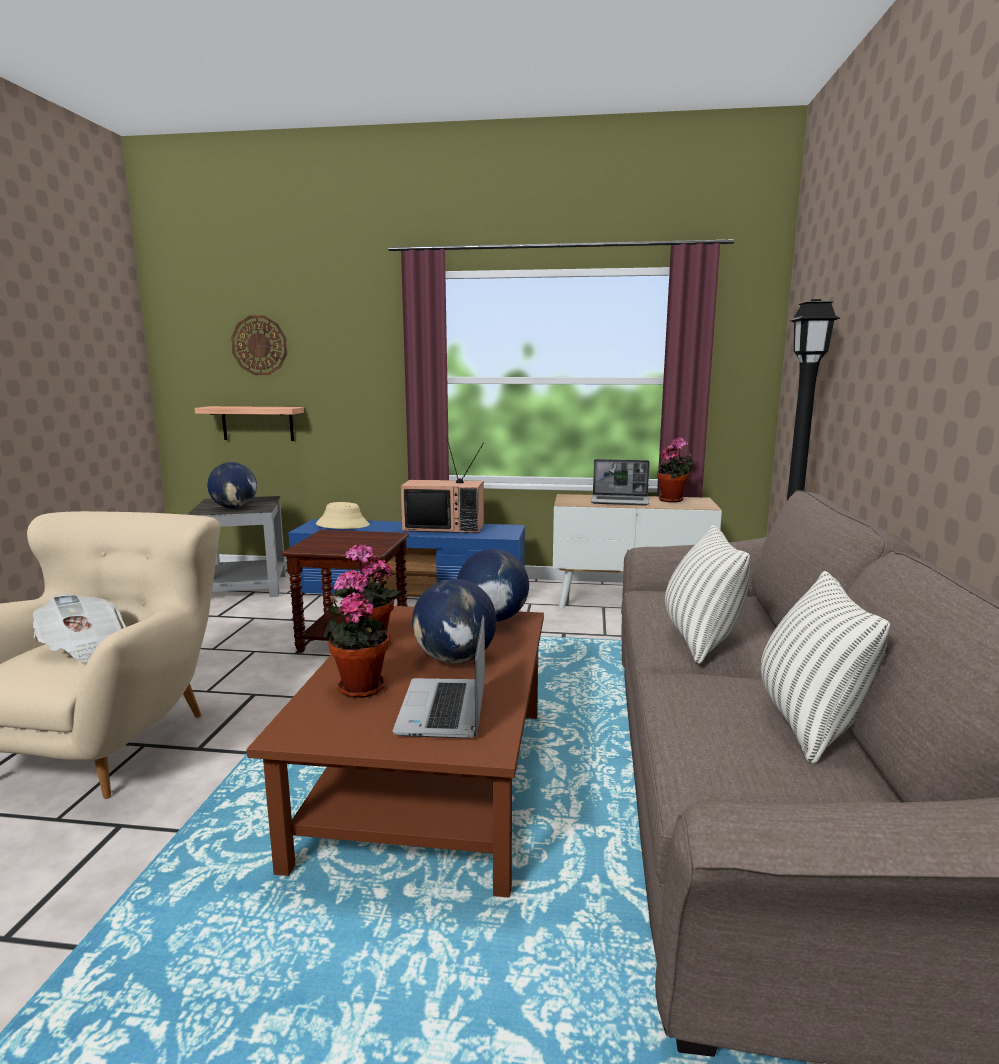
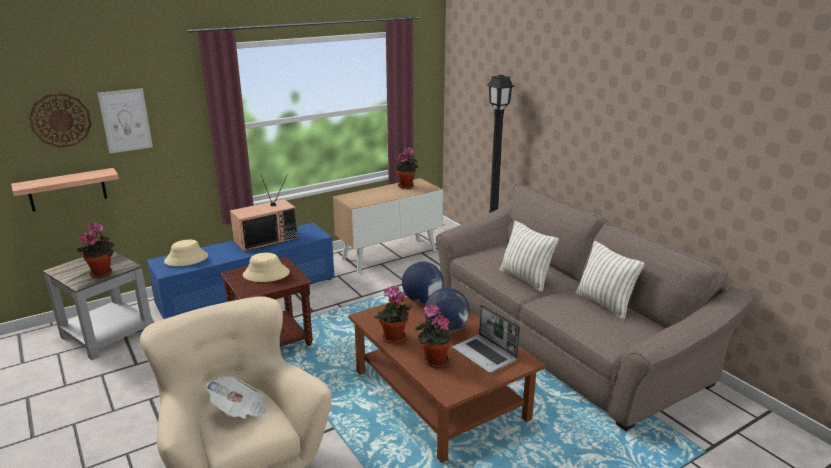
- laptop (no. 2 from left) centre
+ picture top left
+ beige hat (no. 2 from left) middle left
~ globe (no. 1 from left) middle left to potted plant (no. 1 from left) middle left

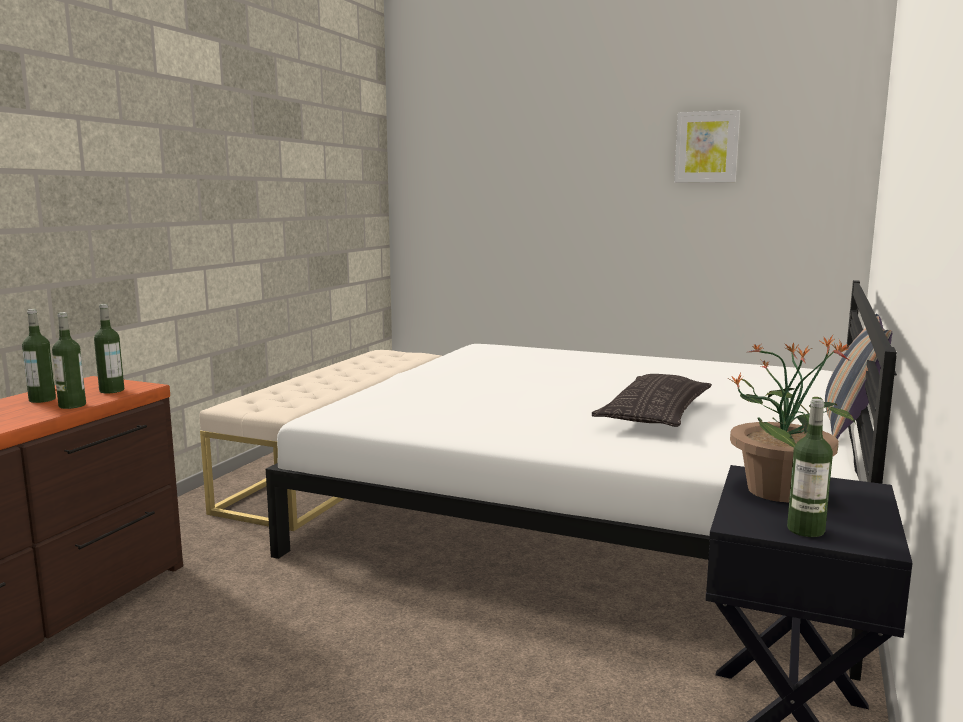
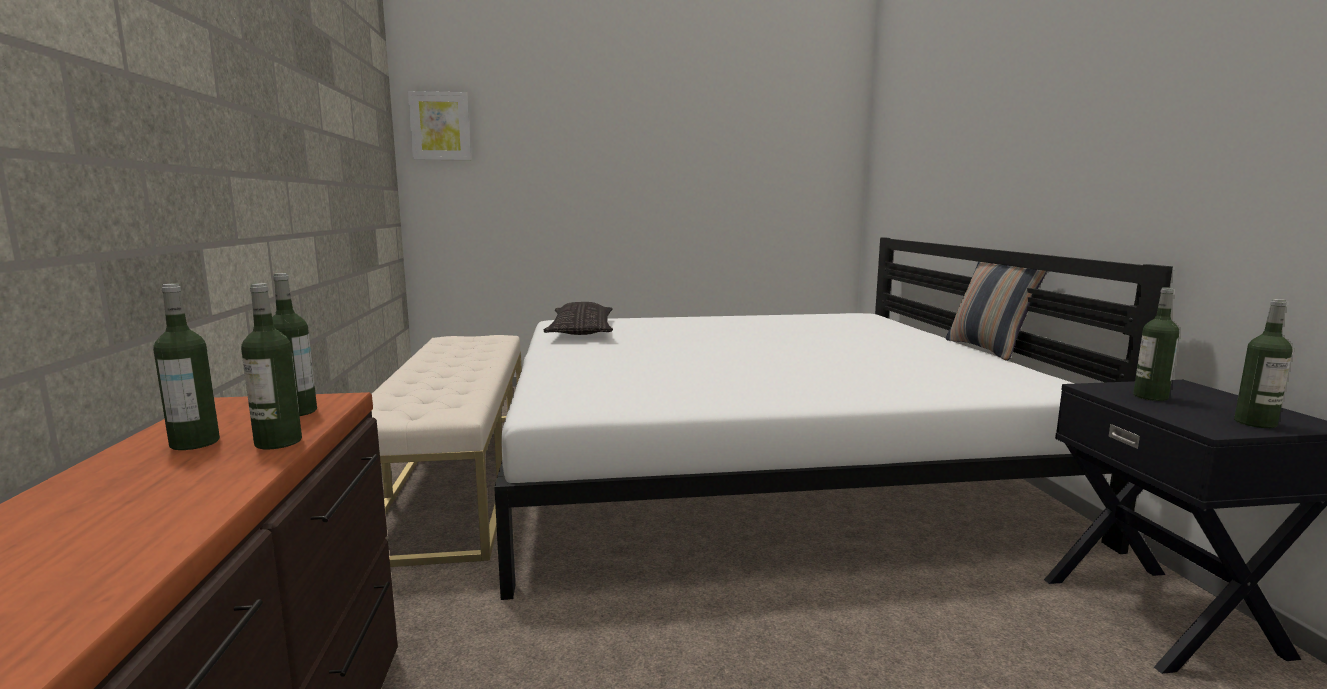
~ pillow (no. 1 from left) middle right to centre
~ picture top right to top left
~ potted plant middle right to bottle (no. 4 from left) middle right

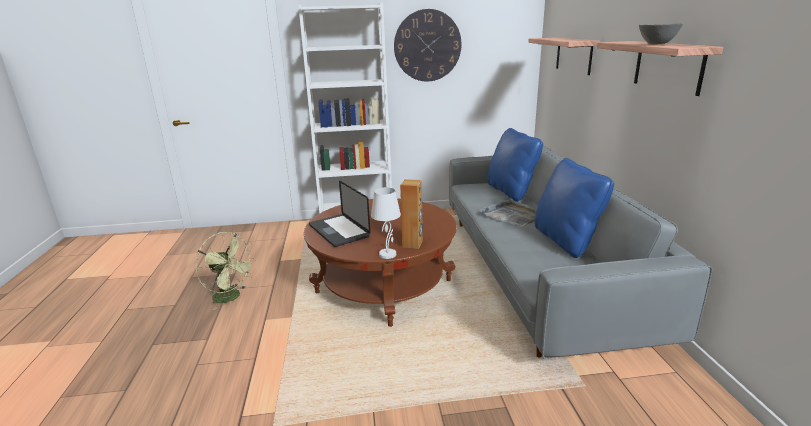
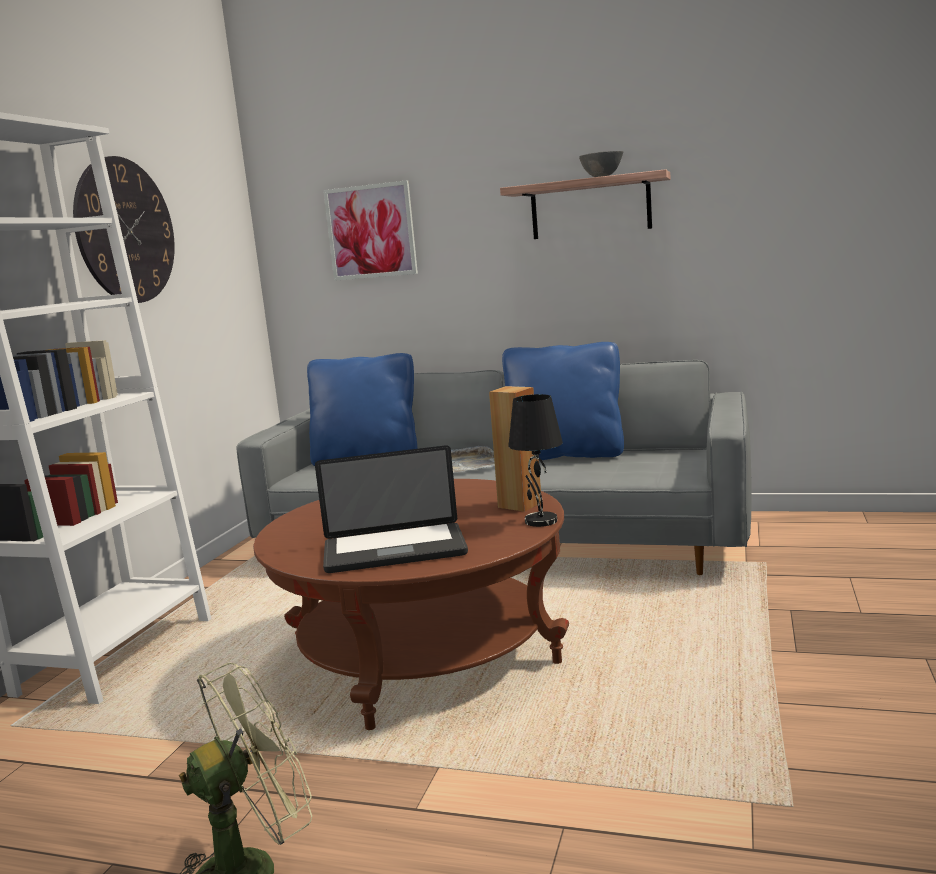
~ shelf (no. 1 from left) top right to picture top centre
~ white table lamp centre to black table lamp centre

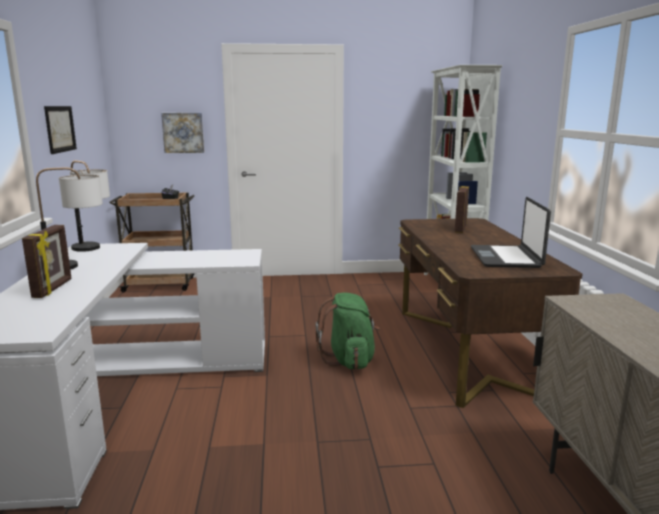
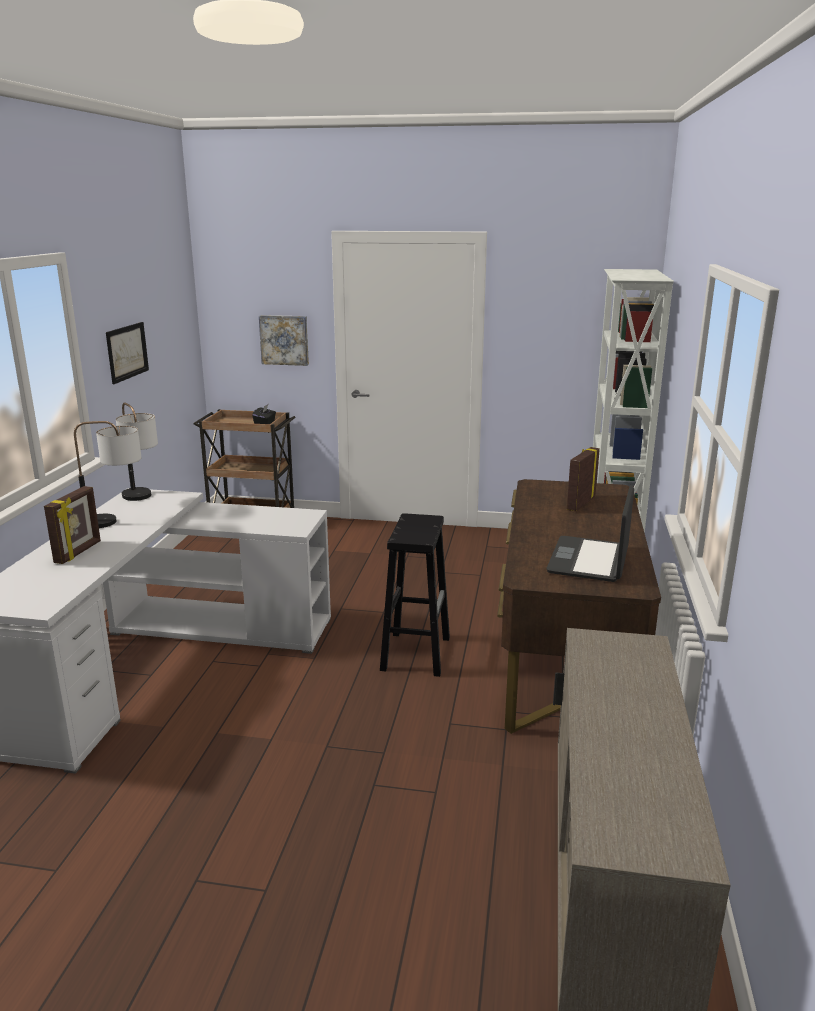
~ green backpack centre to black stool centre

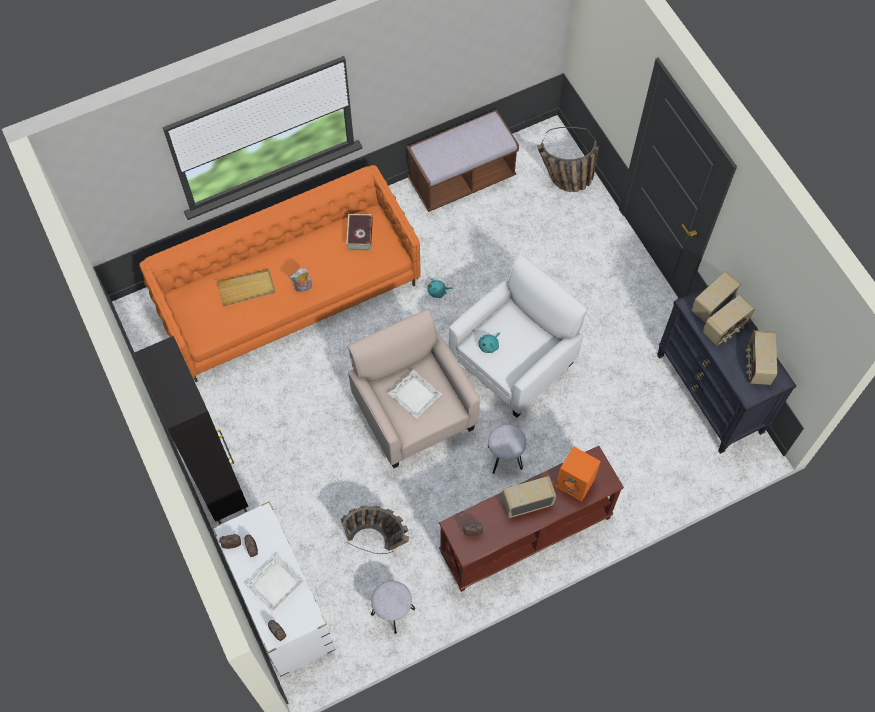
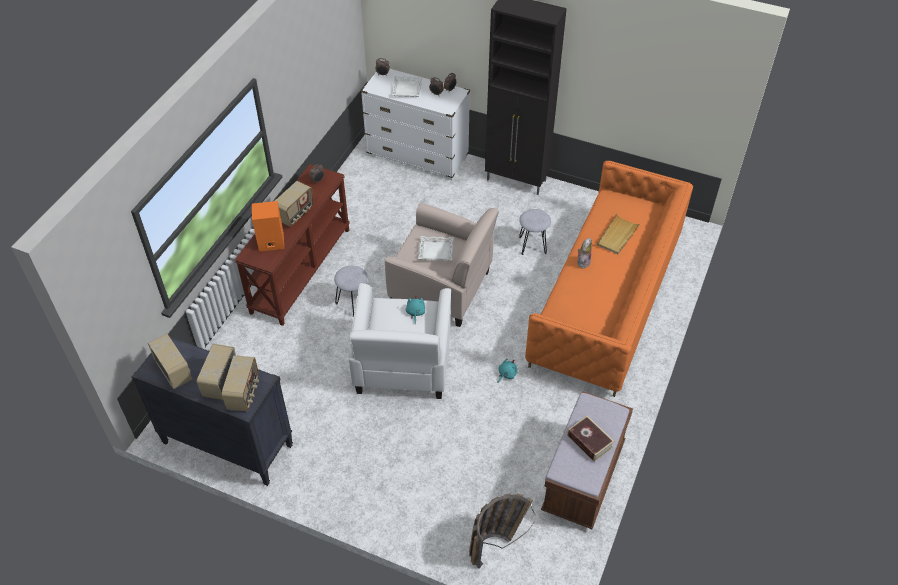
- basket (no. 1 from left) bottom centre
~ book top centre to bottom centre
~ grey stool (no. 1 from left in the first image) bottom centre to grey stool (no. 2 from left) centre

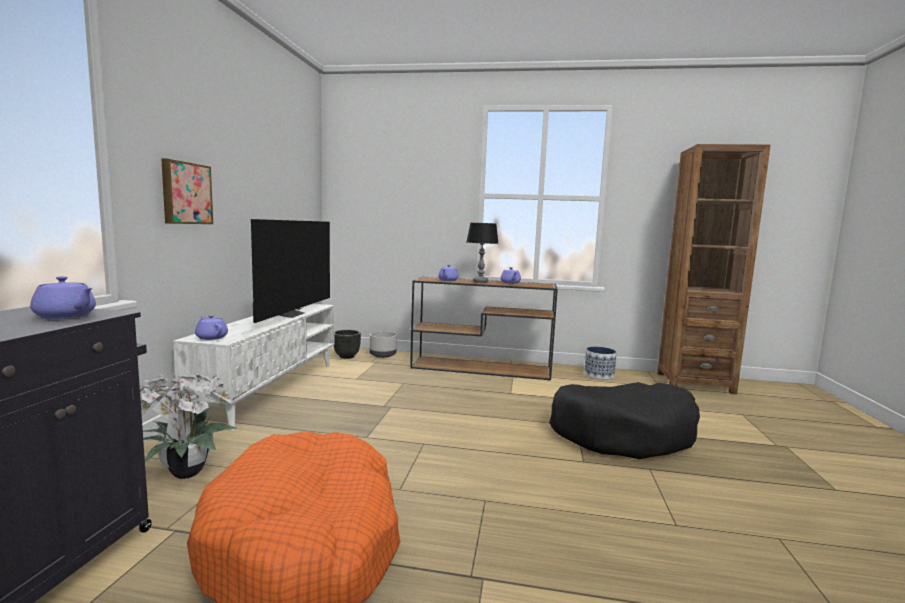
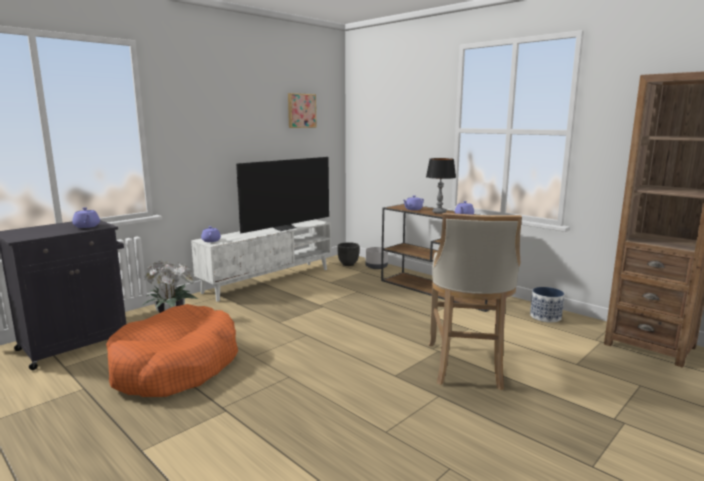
~ picture top left to top centre
~ black dog bed bottom right to beige stool middle right

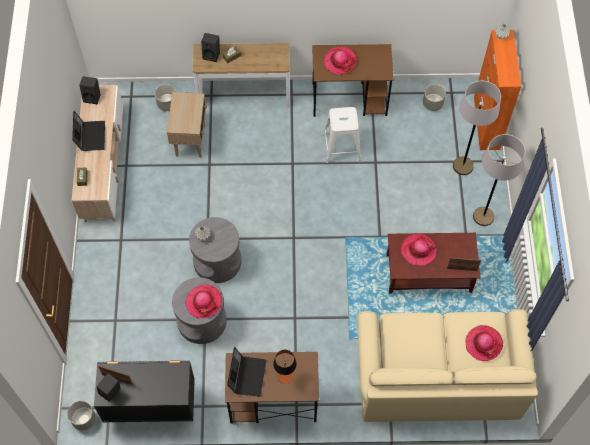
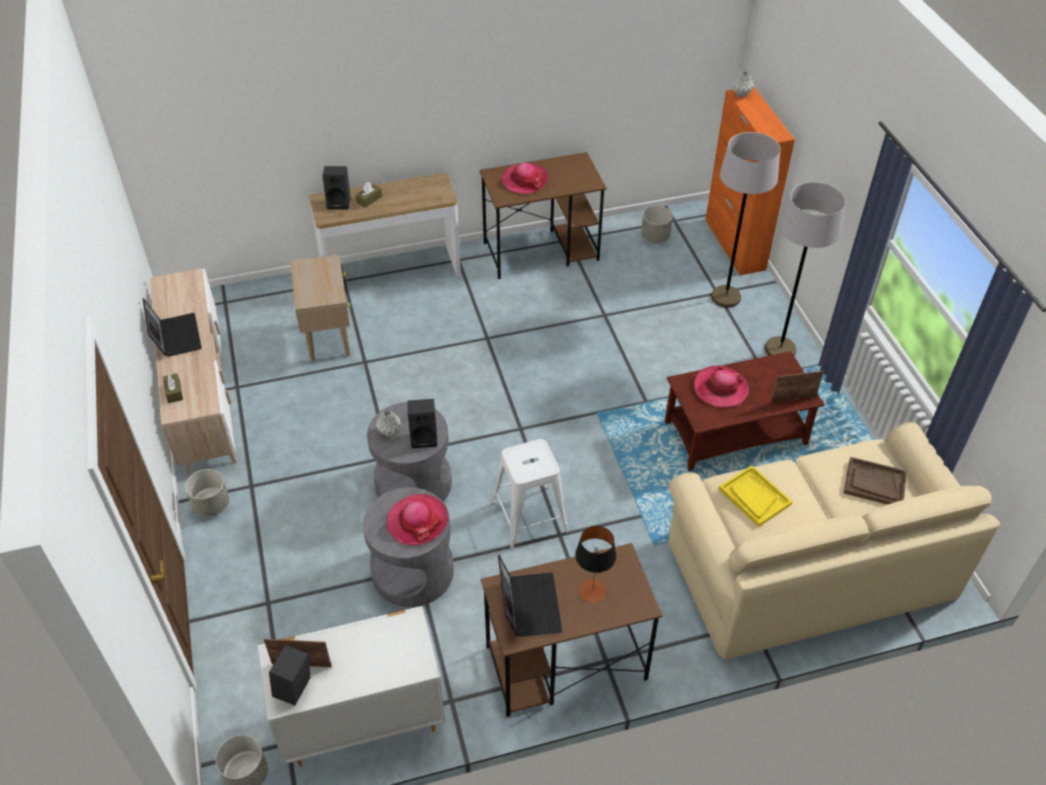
+ yellow tray middle right
~ black speaker (no. 1 from left in the first image) top left to black speaker (no. 3 from left) centre
~ grey planter (no. 2 from left in the first image) top left to grey planter (no. 1 from left) middle left
~ white stool top centre to centre
~ hat (no. 4 from left) bottom right to brown tray middle right
~ black dresser bottom left to white dresser bottom centre

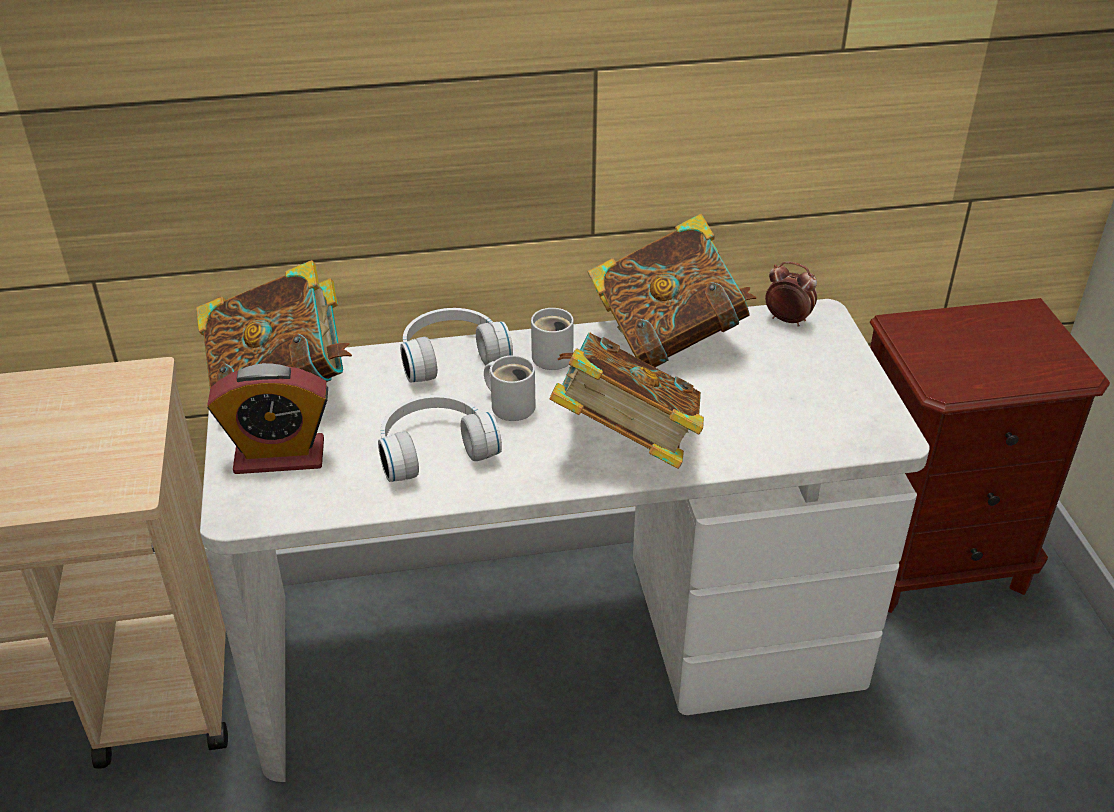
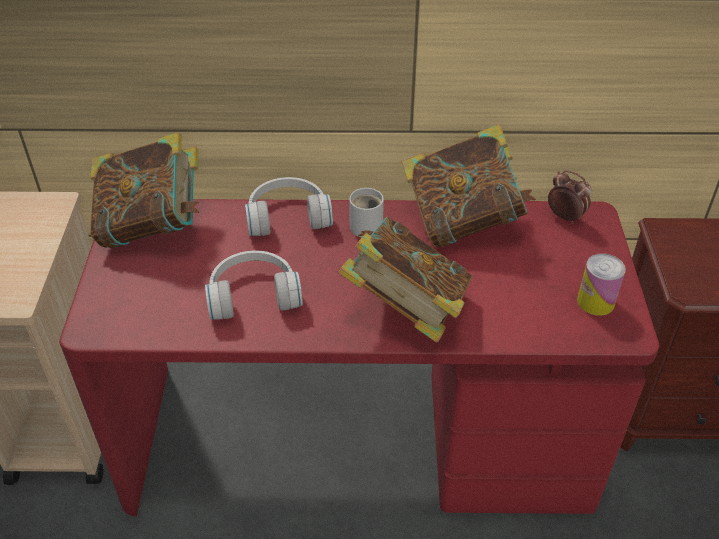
- alarm clock (no. 1 from left) middle left
- white mug (no. 1 from left) centre
+ can middle right
~ white desk centre to red desk centre

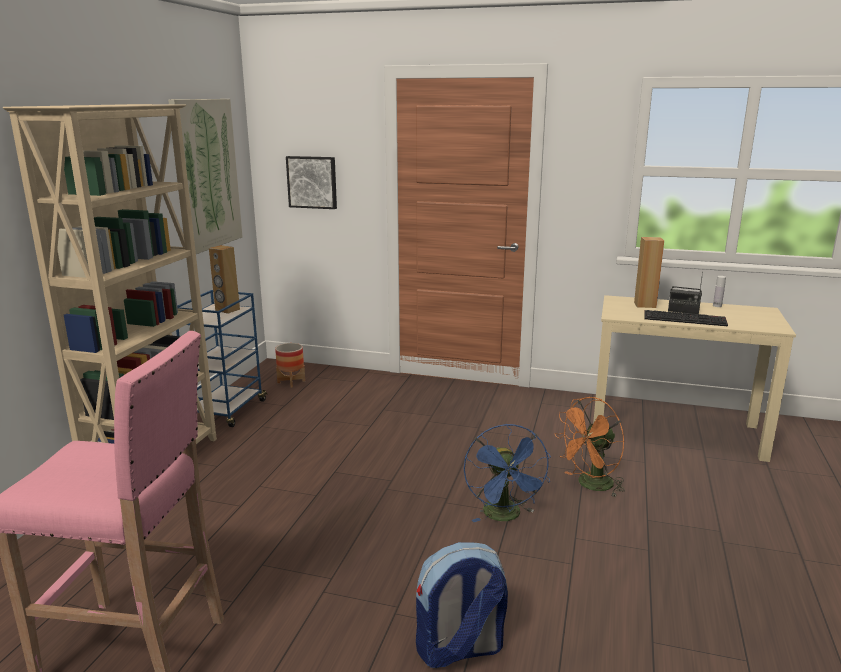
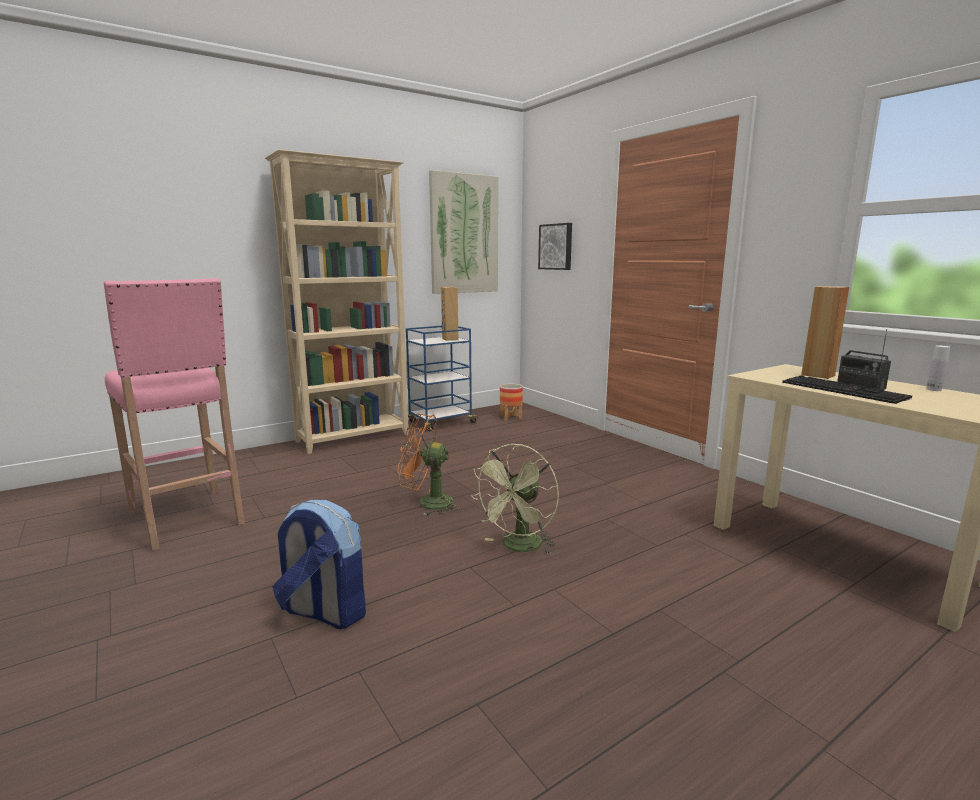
~ orange fan middle right to centre
~ blue fan bottom centre to green fan centre

